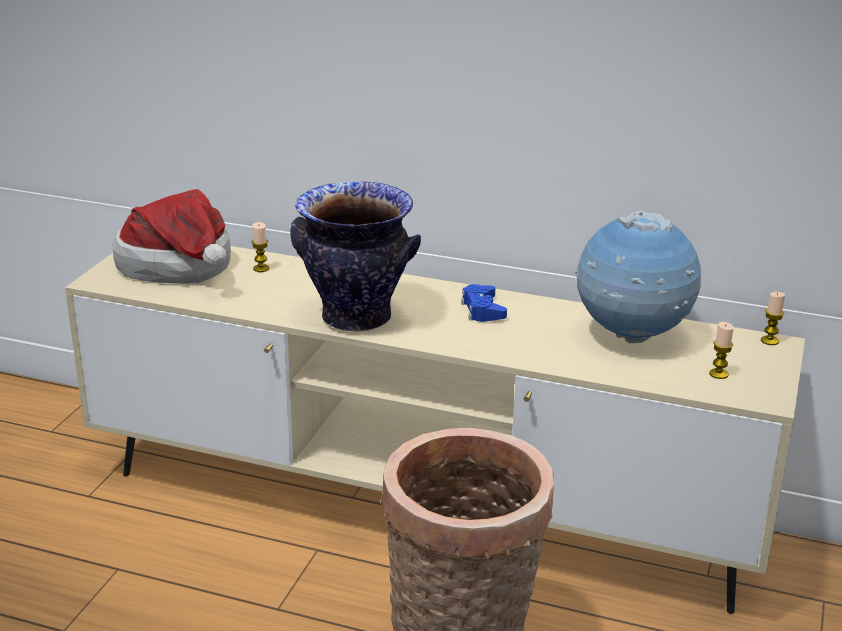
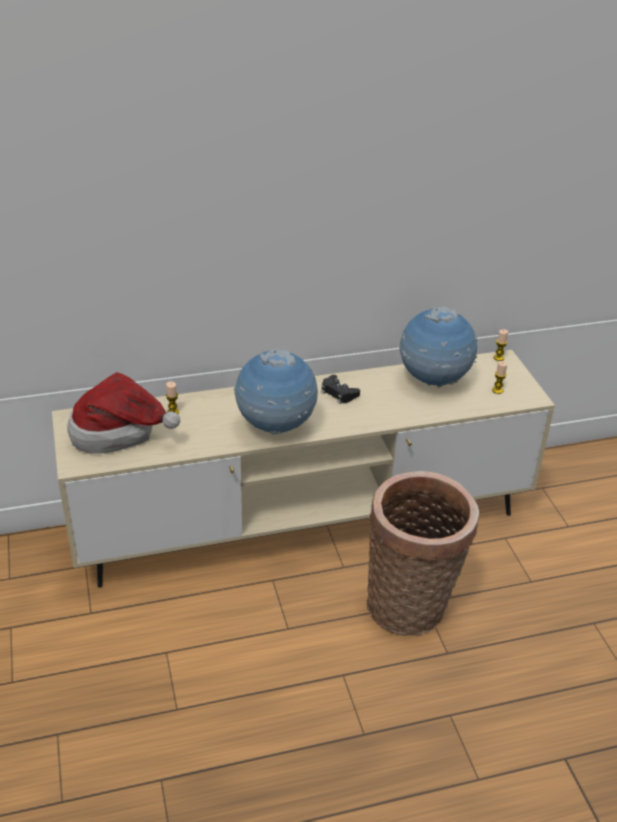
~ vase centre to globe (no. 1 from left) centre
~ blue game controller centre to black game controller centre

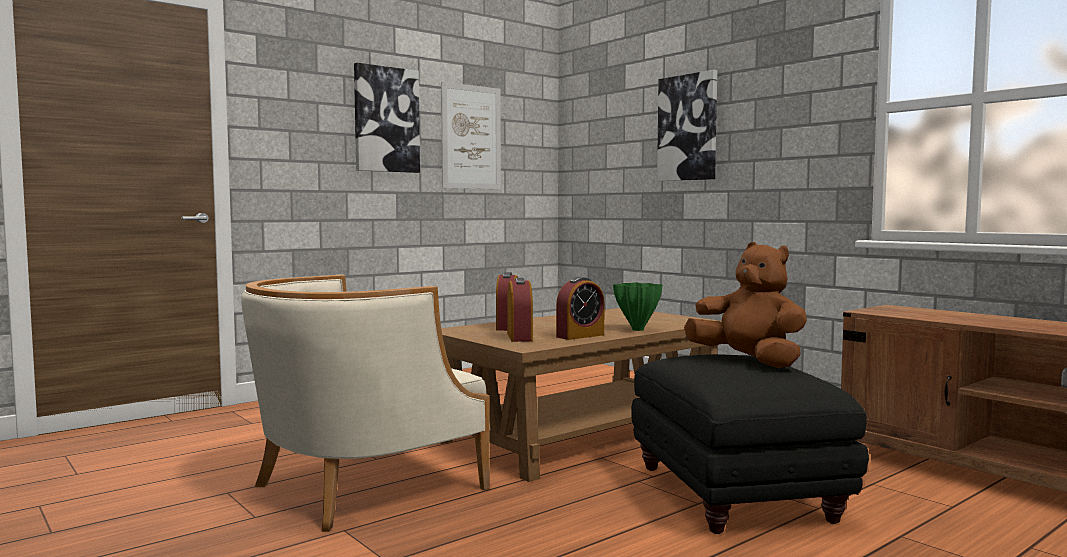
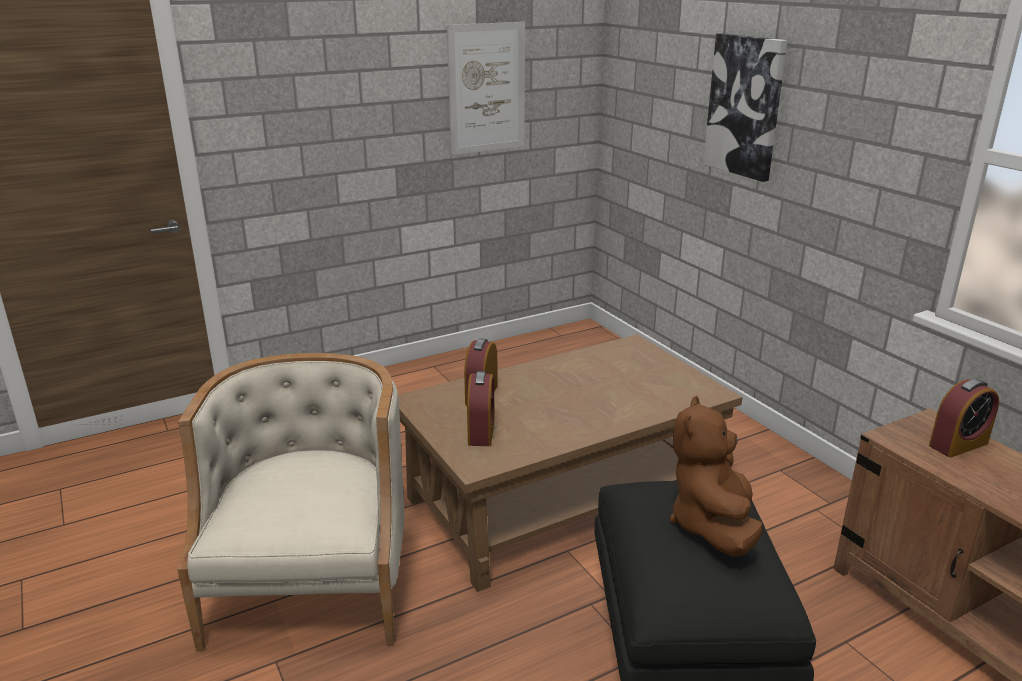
- picture (no. 1 from left) top centre
- green vase centre
~ alarm clock (no. 3 from left) centre to middle right
~ beige armchair bottom centre = bottom left 120 degrees clockwise
~ brown plush toy middle right = bottom right 135 degrees counterclockwise

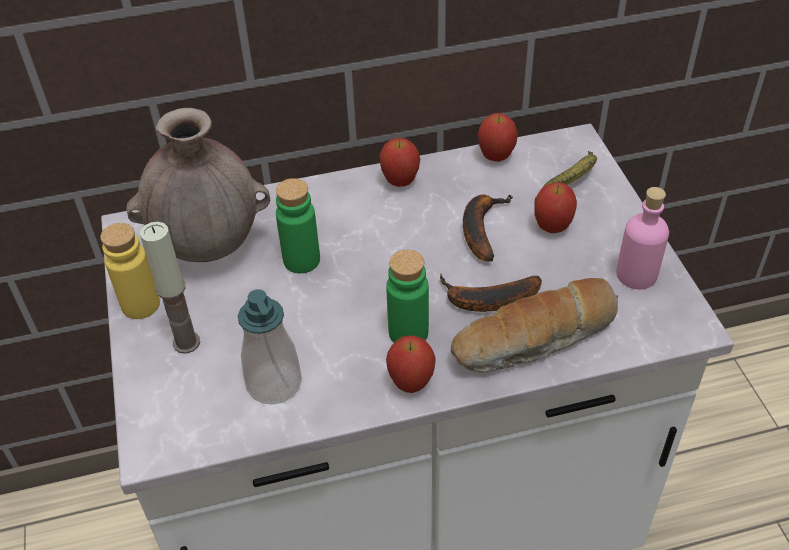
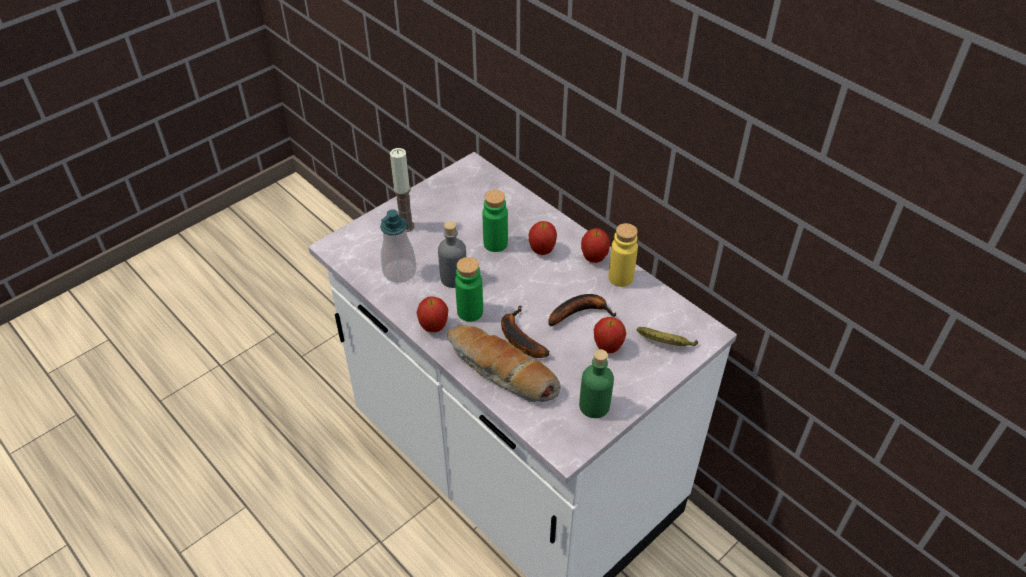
- brown vase middle left
+ grey bottle centre
~ yellow bottle middle left to centre
~ apple (no. 3 from left in the first image) top centre to apple (no. 2 from left) centre
~ pink bottle middle right to green bottle (no. 3 from left) centre

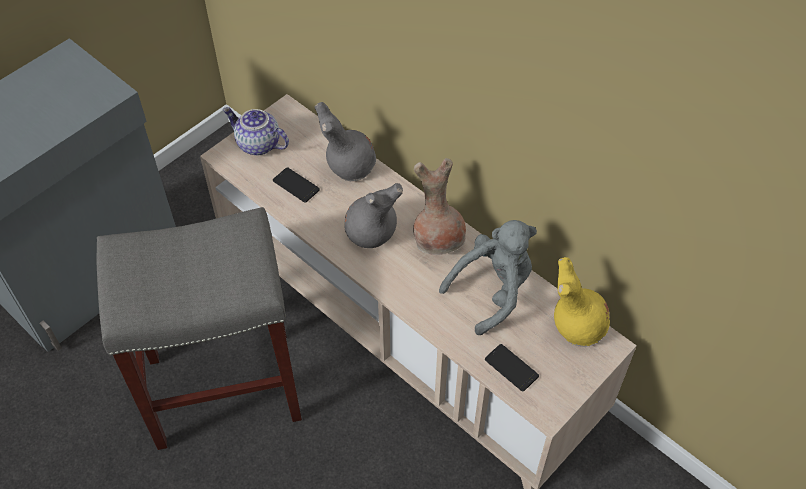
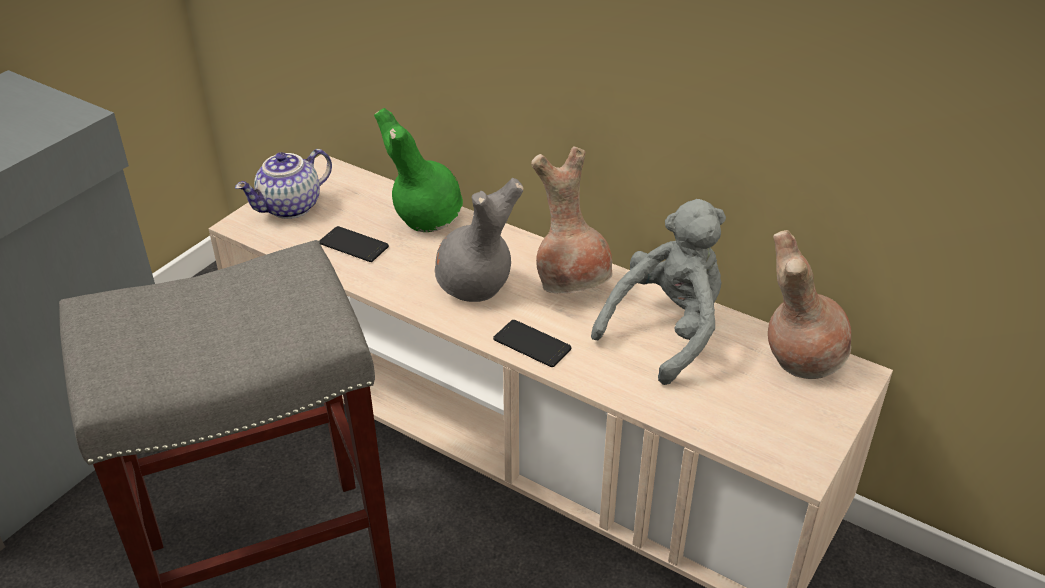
~ phone (no. 2 from left) bottom centre to centre
~ grey vase (no. 1 from left) top centre to green vase top centre
~ yellow vase middle right to brown vase (no. 2 from left) middle right
~ teapot top left = top left 60 degrees counterclockwise

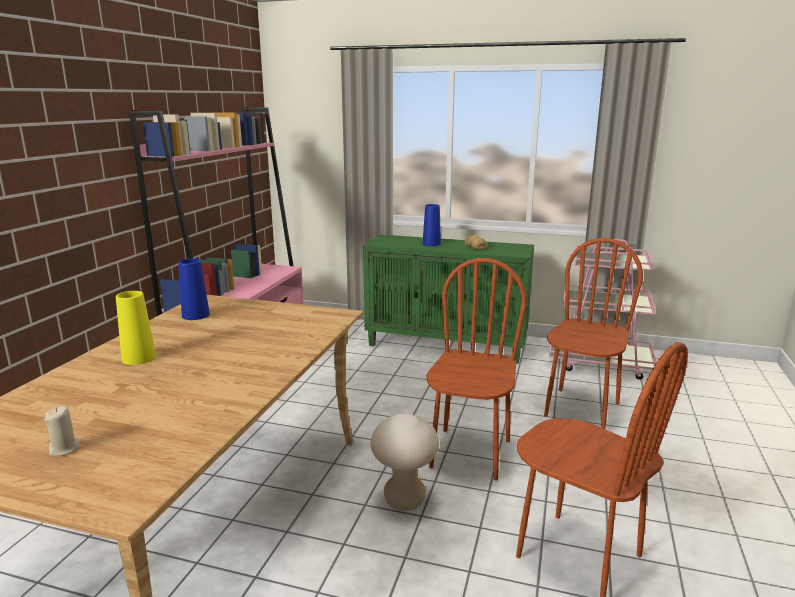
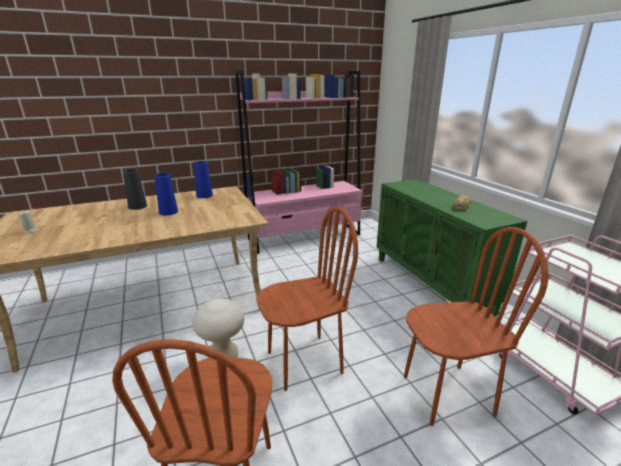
~ blue vase (no. 2 from left in the first image) centre to blue vase (no. 1 from left) middle left
~ yellow vase middle left to black vase middle left

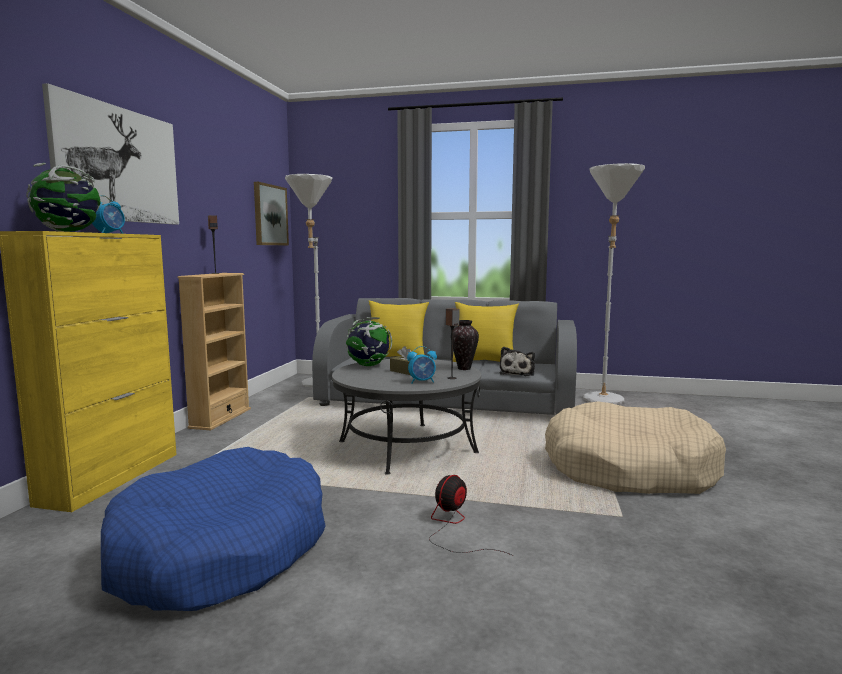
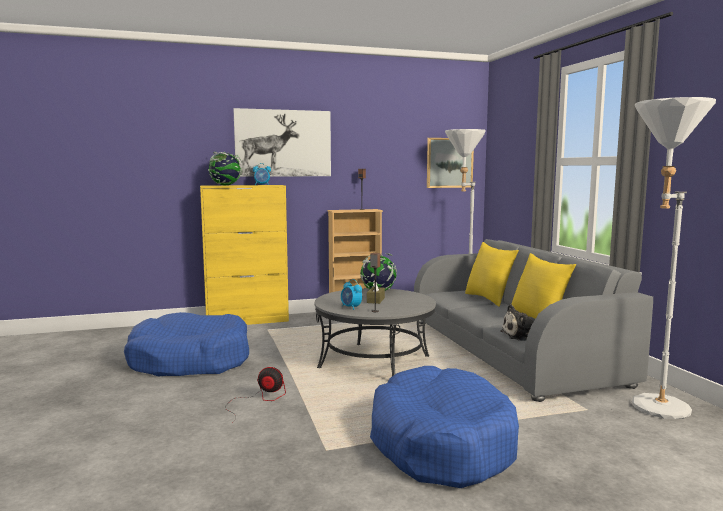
- vase centre
~ beige dog bed middle right to blue dog bed (no. 2 from left) bottom centre

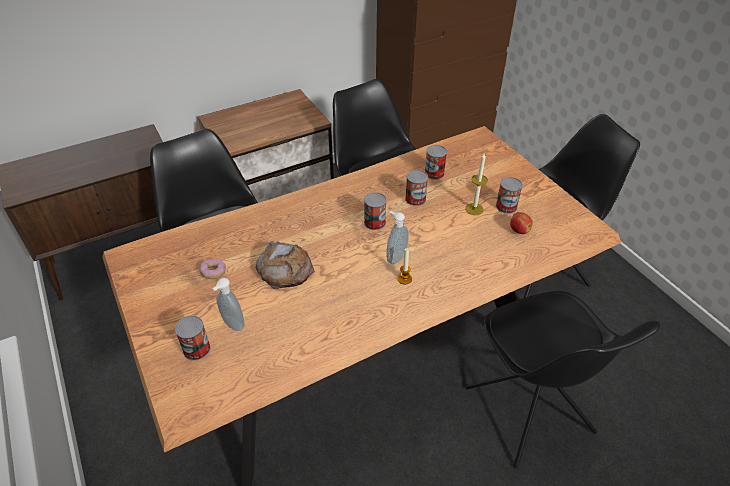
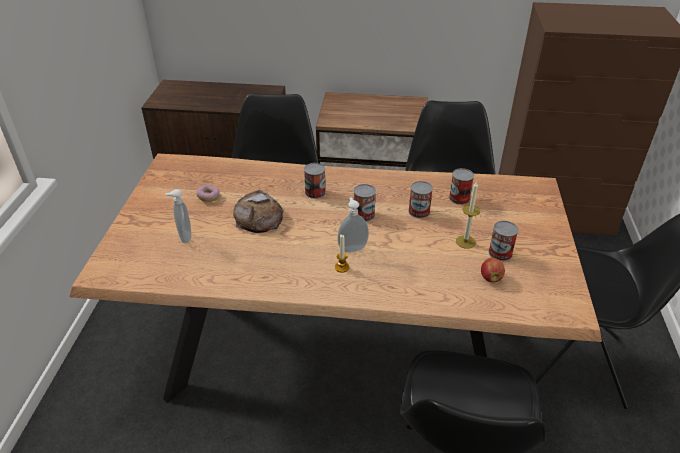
~ can (no. 1 from left) bottom left to centre

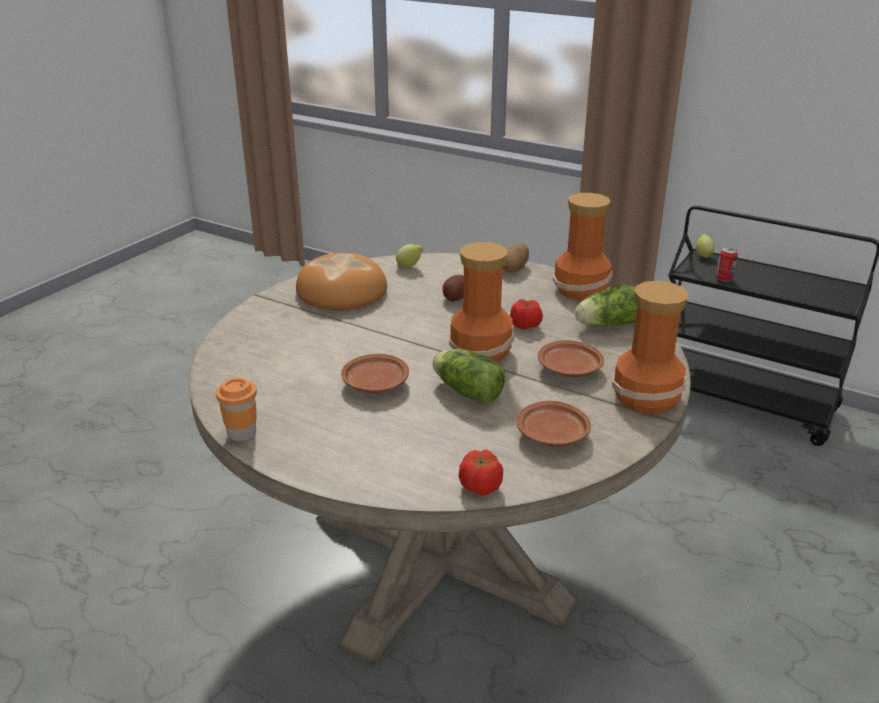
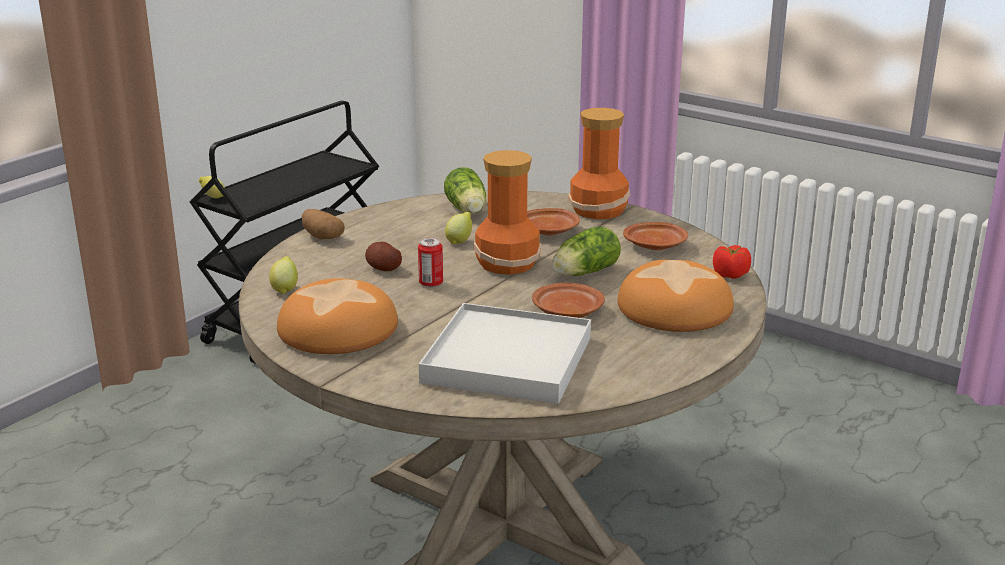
- orange cup middle left
- vase (no. 2 from left) centre
+ white tray centre
+ bread (no. 2 from left) middle right
~ can middle right to centre
~ tomato (no. 2 from left) centre to lemon (no. 3 from left) centre

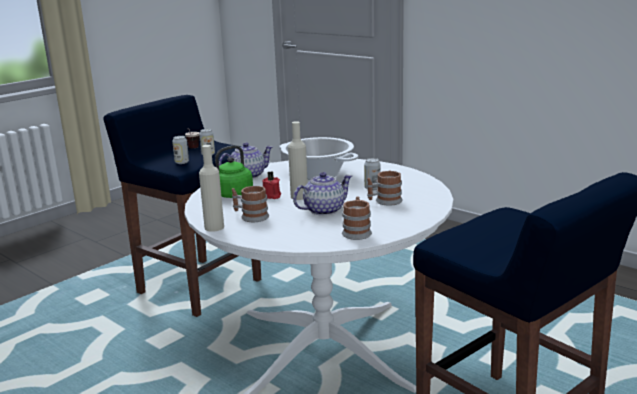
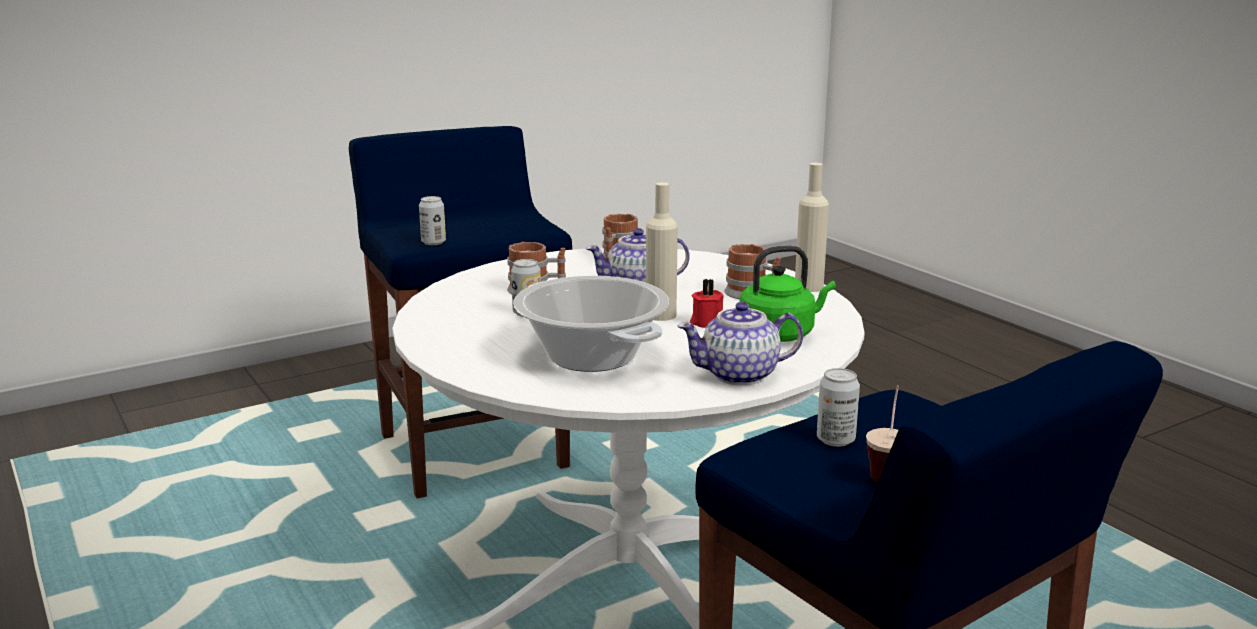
~ can (no. 1 from left) middle left to centre

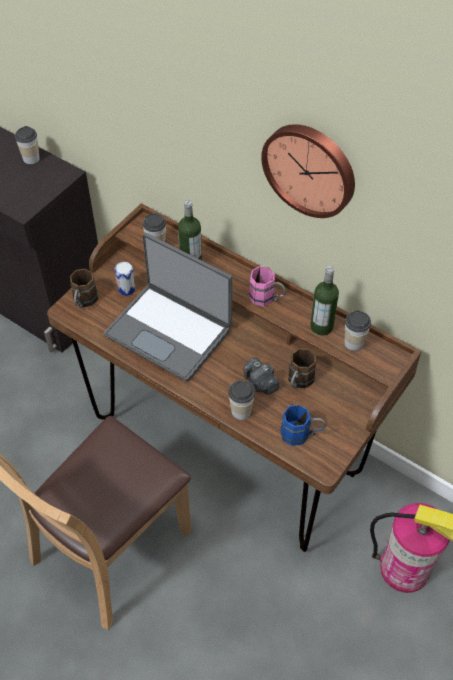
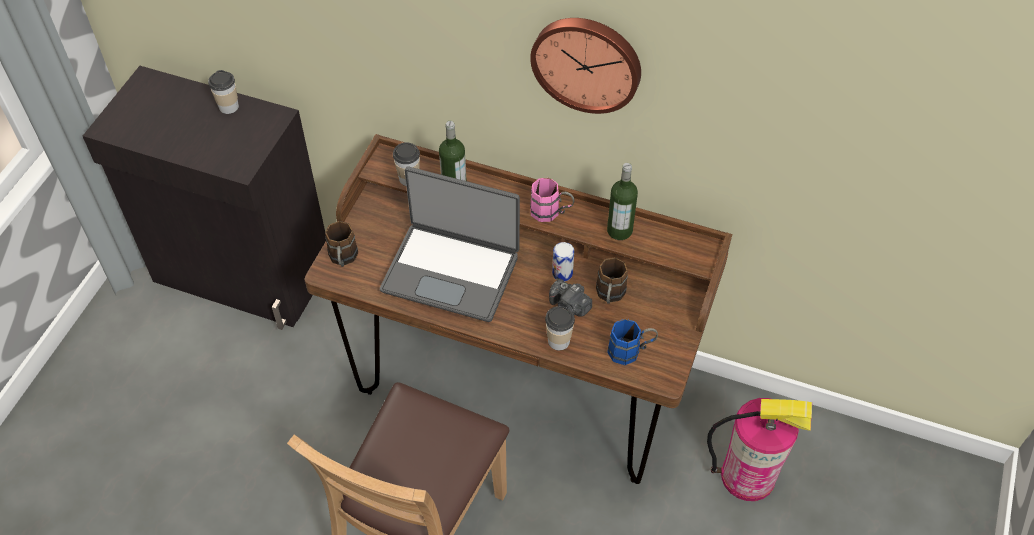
- cup (no. 4 from left) middle right
~ can middle left to centre

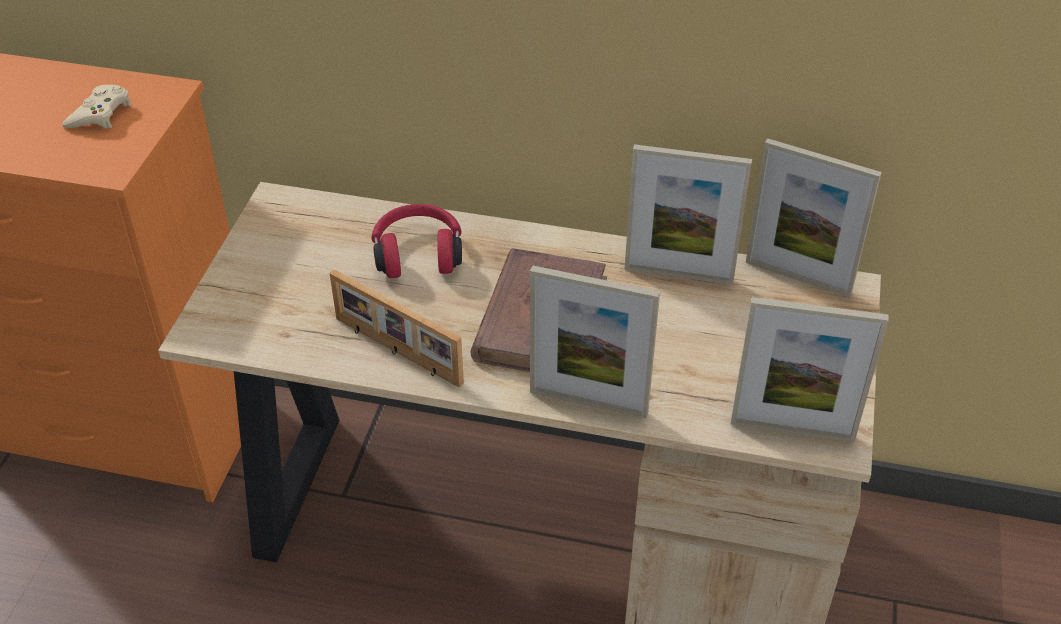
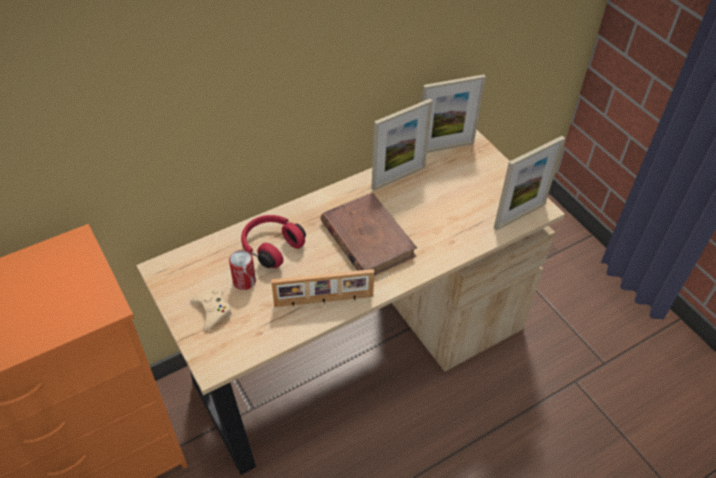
- picture frame (no. 2 from left) centre
+ can centre
~ beige game controller top left to middle left

